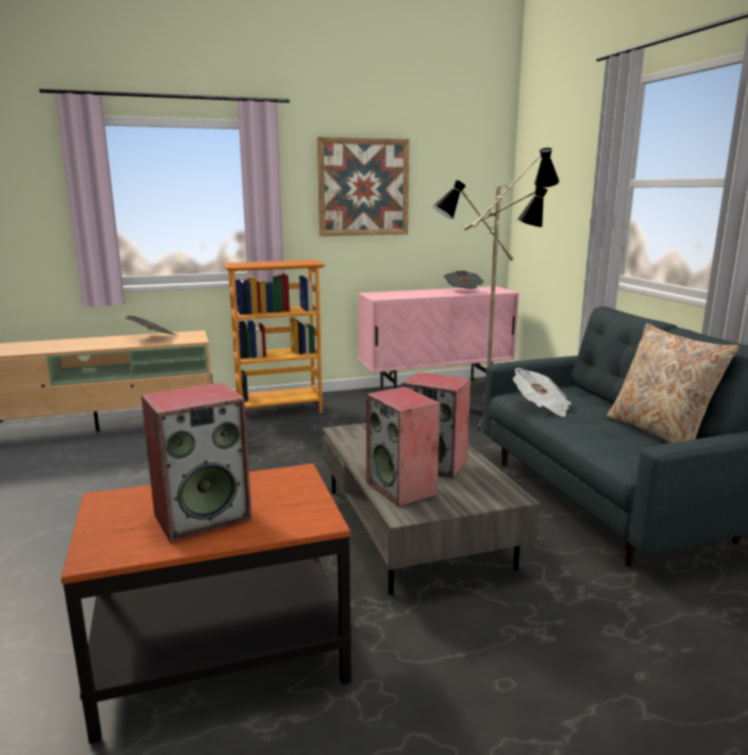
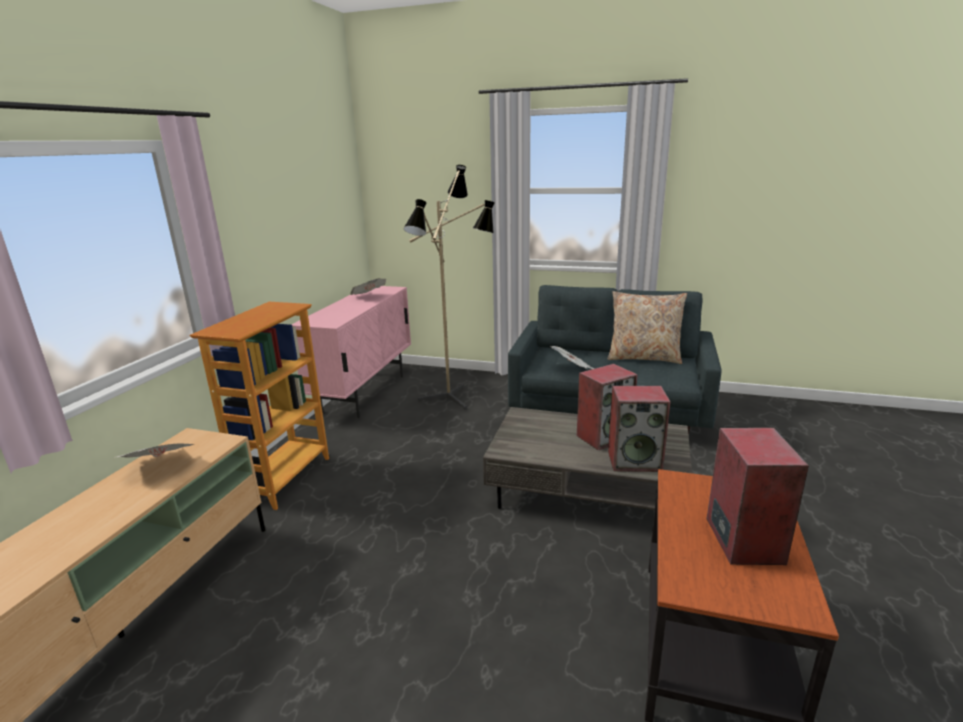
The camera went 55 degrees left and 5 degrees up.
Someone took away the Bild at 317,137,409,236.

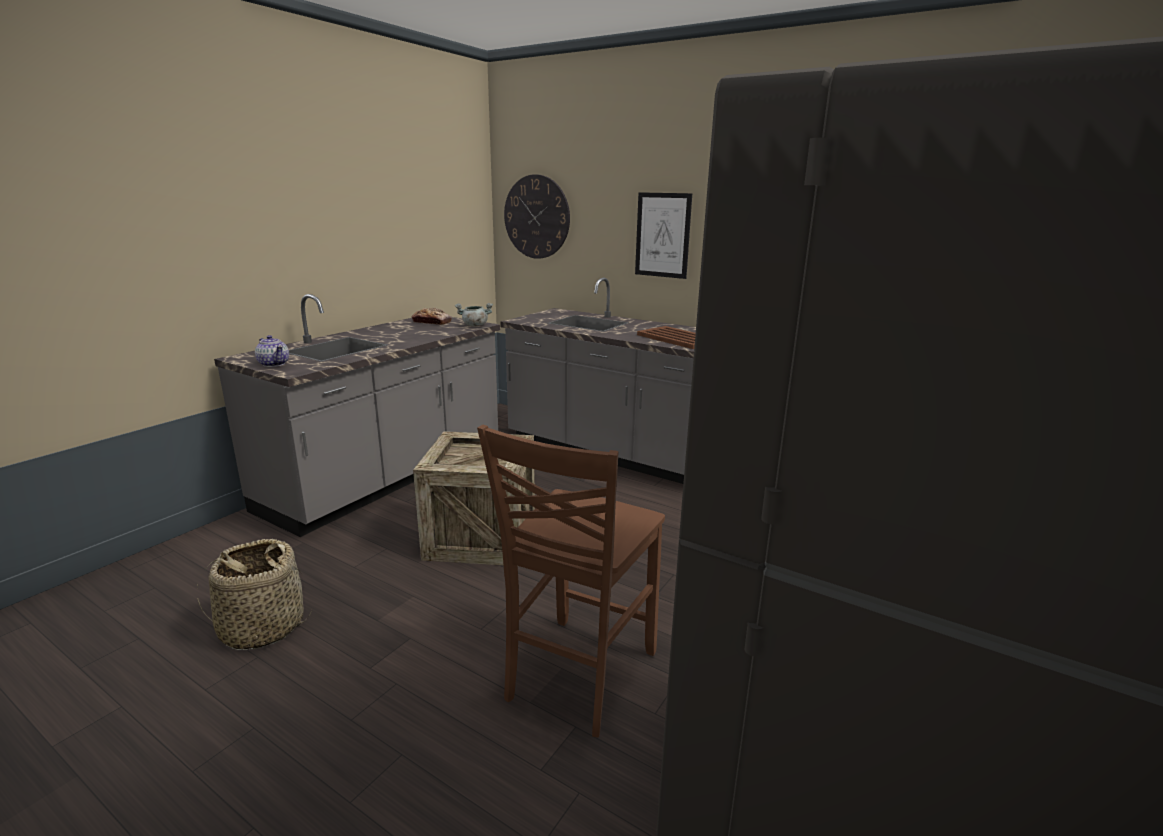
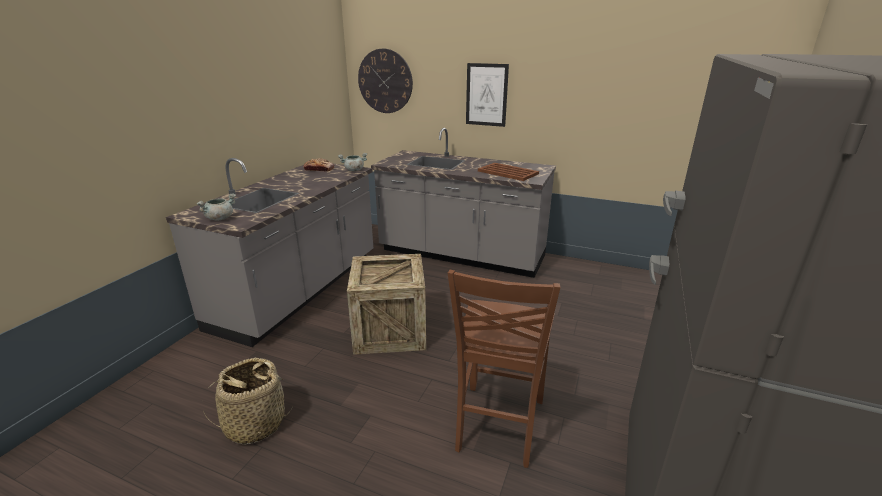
The camera went 10 degrees left and 5 degrees up.
Someone swapped the Teekanne at 255,335,289,367 for the Kochtopf [grau] at 197,194,236,220.

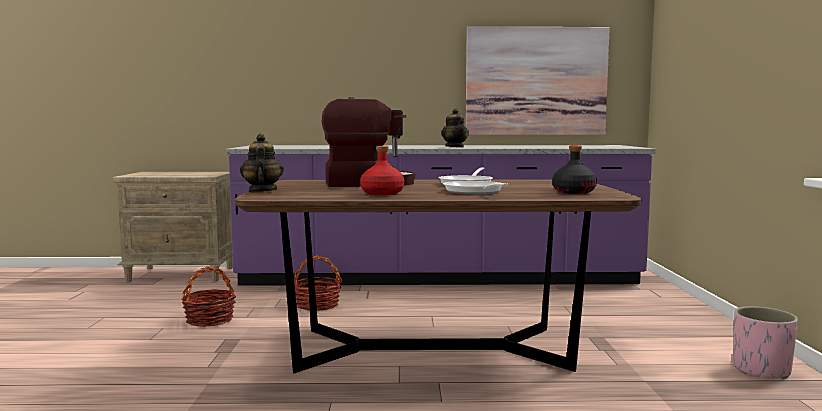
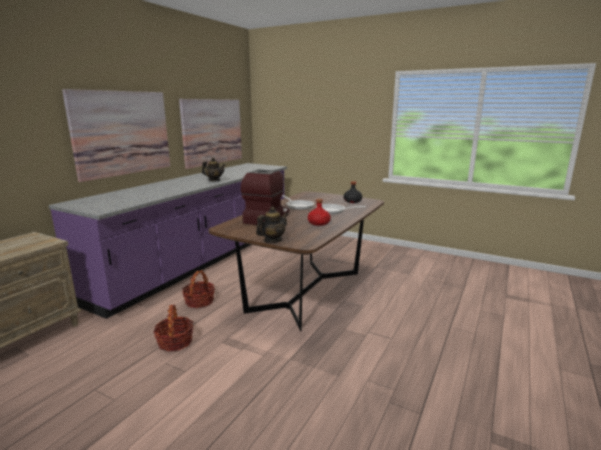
The camera went 60 degrees left and 10 degrees up.
Someone rotated the Teekanne at 240,134,284,192 by 120 degrees clockwise.
Someone took away the Pflanzkübel [rosa] at 733,306,798,379.
Someone put up the Bild at 62,89,170,182.

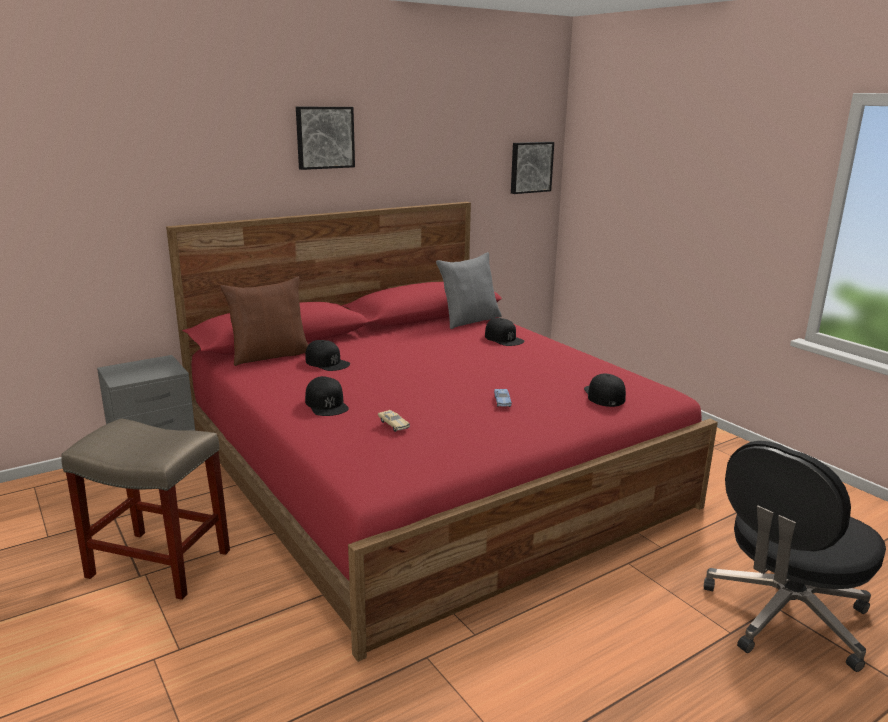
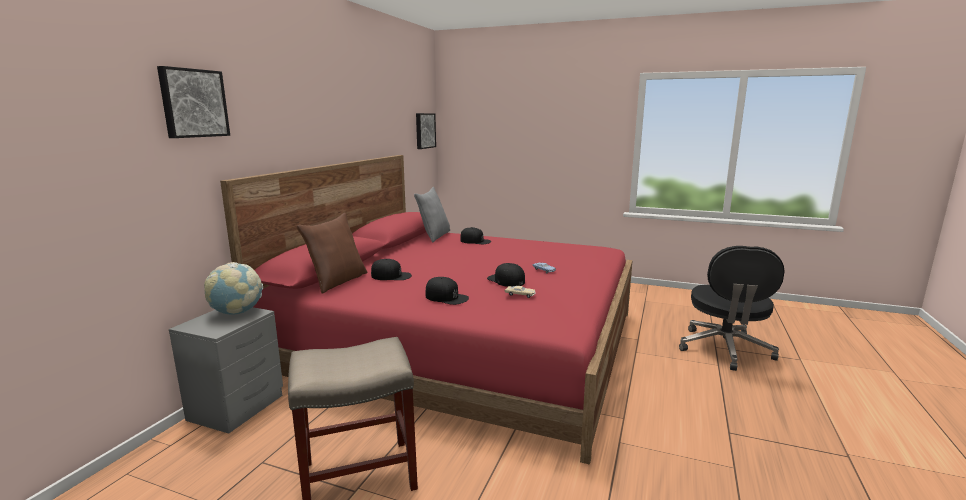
The camera went 35 degrees left and 5 degrees down.
Someone carried the Bild from 296,107,355,170 to 157,66,230,138.
Someone carried the Kappe [schwarz] from 584,374,626,407 to 487,263,525,287.
Someone put down the Globus at 204,262,263,315.

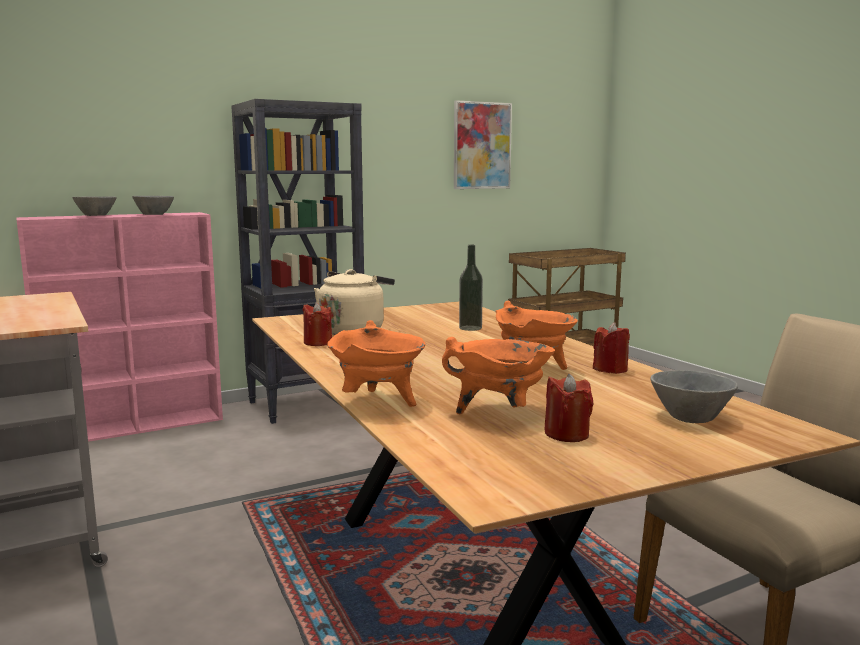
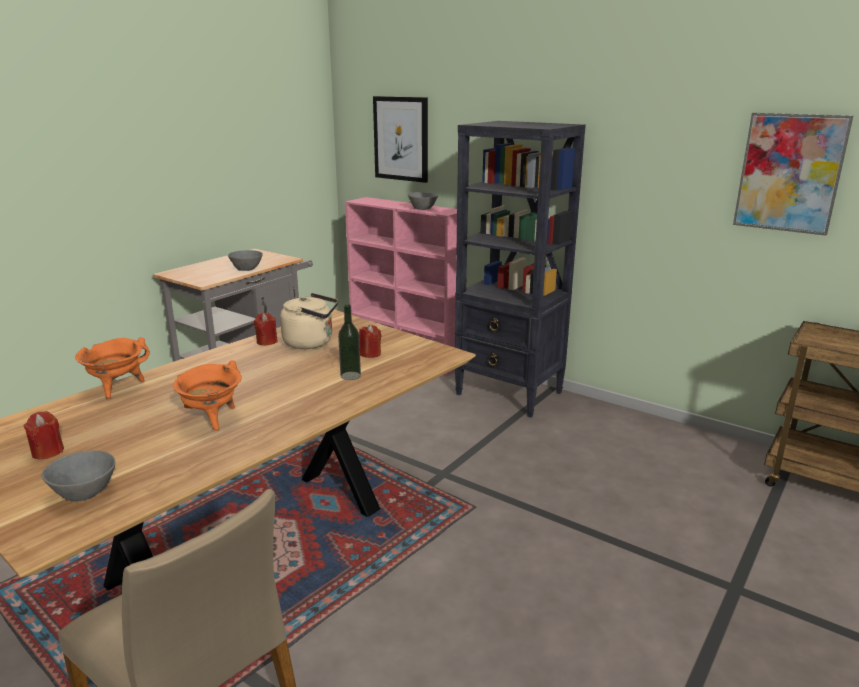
The camera went 65 degrees right and 10 degrees up.
Someone carried the Schüssel [grau] from 72,196,117,216 to 228,250,263,271.
Someone carried the Kerze [rot] from 593,323,630,374 to 359,325,382,358.
Someone took away the Kochtopf [orange] at 442,337,555,414.
Someone put up the Bild at 373,96,428,183.

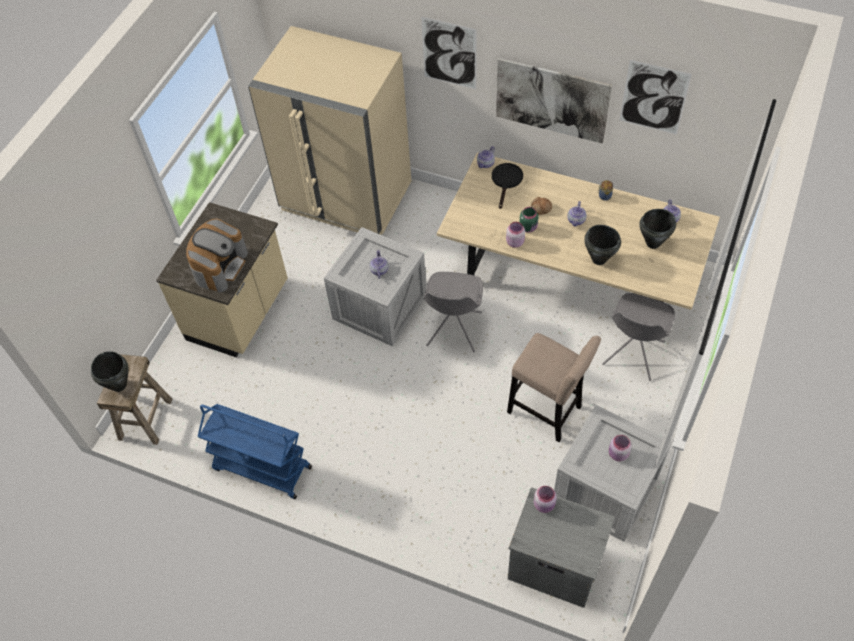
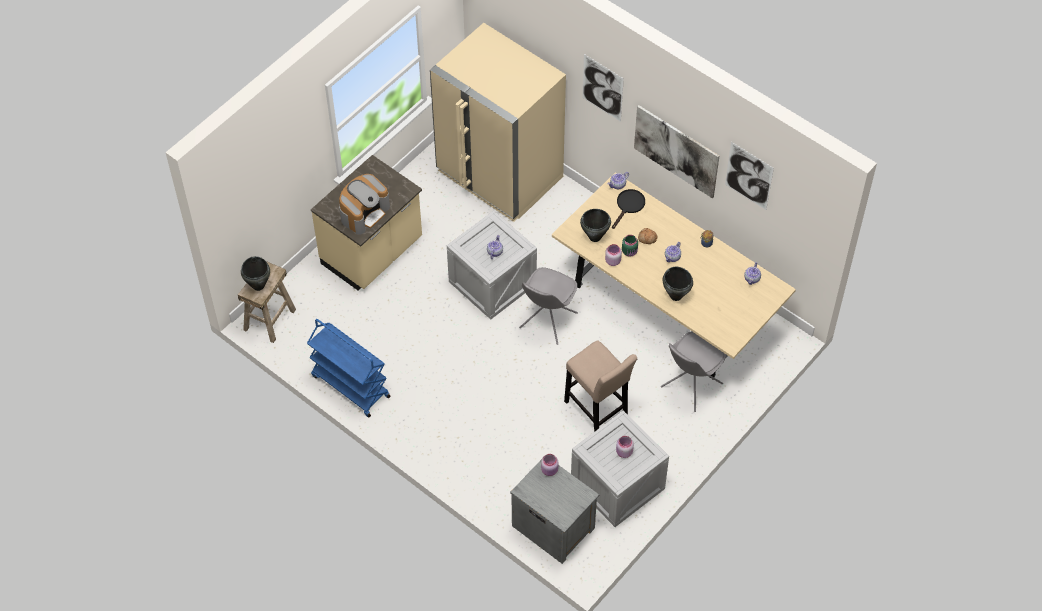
The camera went 15 degrees right and 0 degrees up.
Someone carried the Kochtopf [schwarz] from 639,209,676,249 to 580,209,611,242.

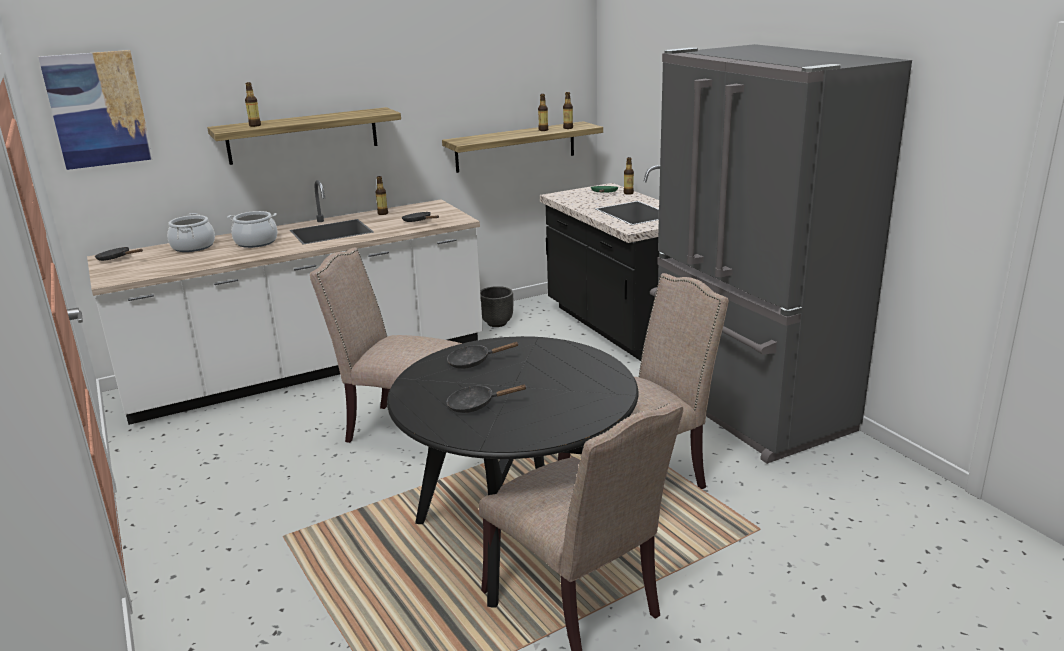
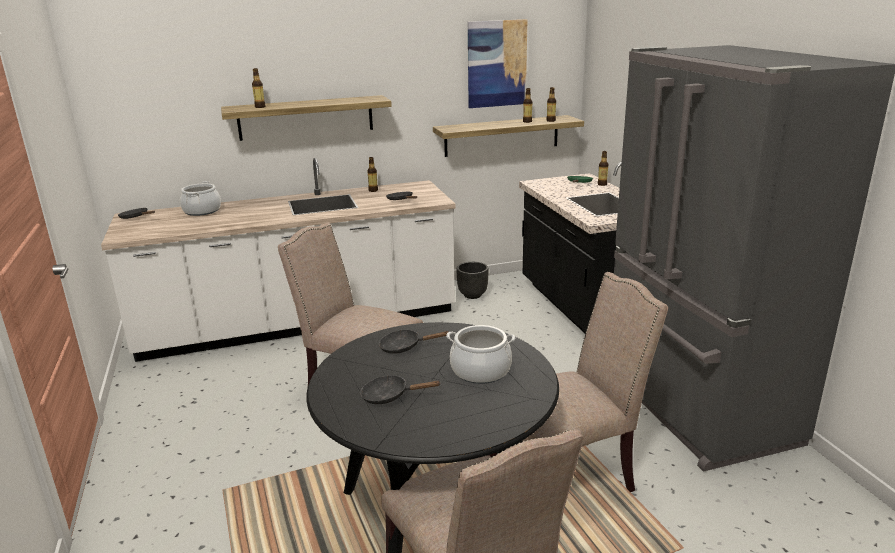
The camera went 10 degrees right and 0 degrees up.
Someone carried the Bild from 38,50,153,170 to 468,19,527,108.
Someone carried the Kochtopf from 227,211,278,248 to 446,325,515,384.

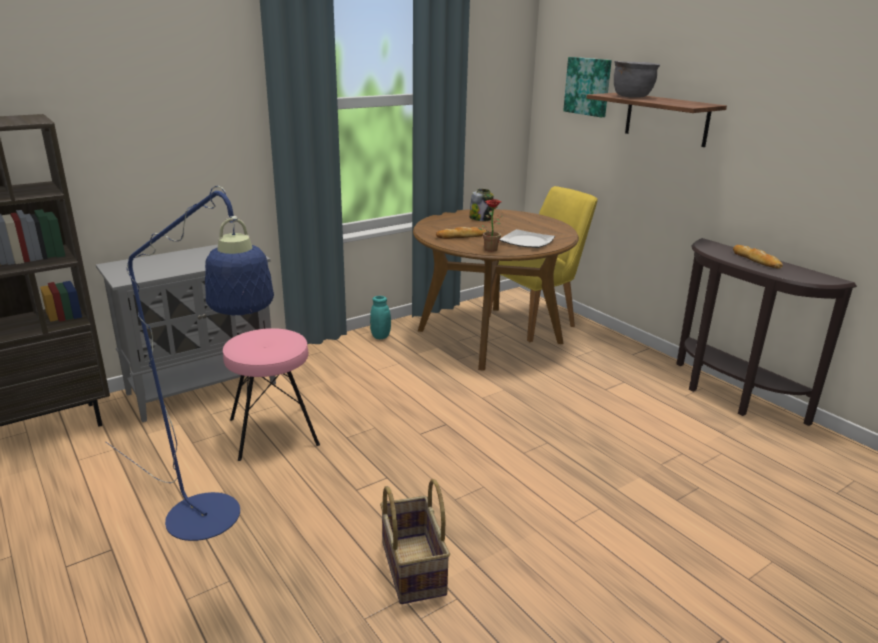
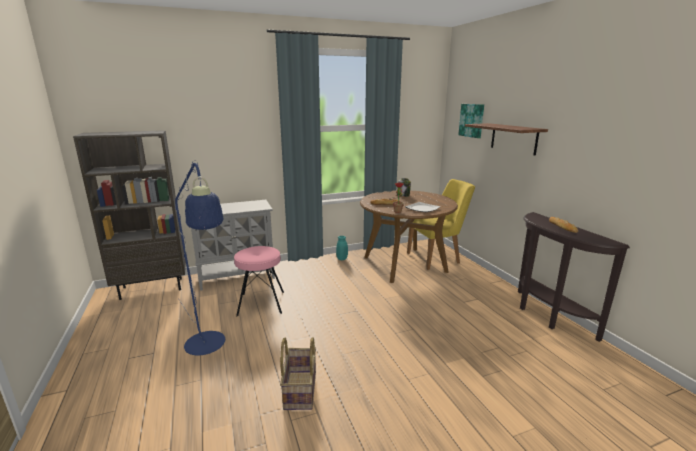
The camera went 15 degrees right and 5 degrees down.
Someone took away the Kochtopf [grau] at 614,61,660,98.

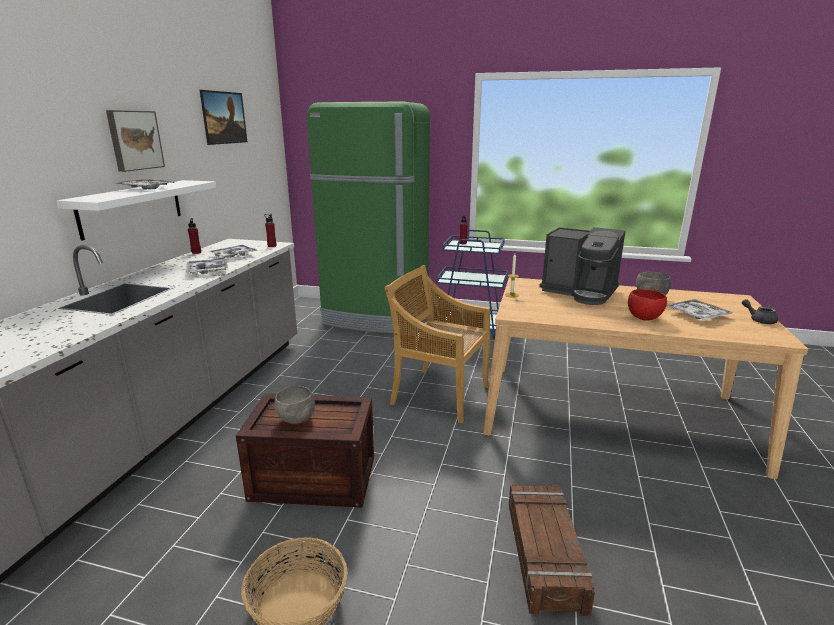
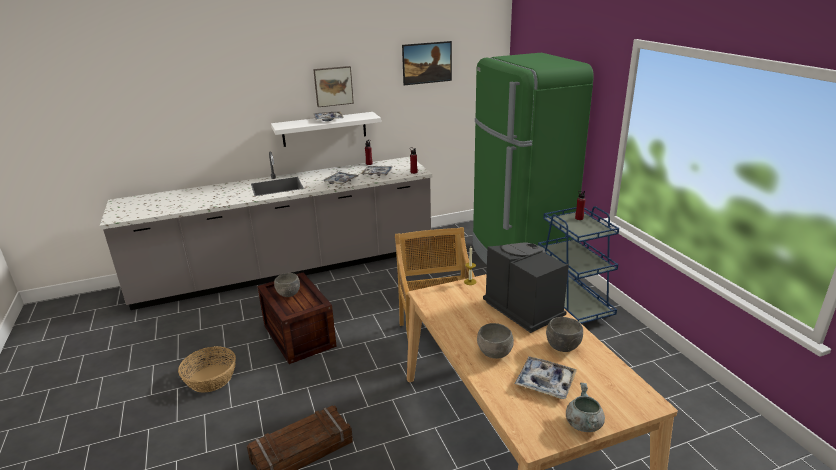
The camera went 55 degrees right and 5 degrees up.
Someone rotated the Kaffeemaschine at 539,227,625,305 by 150 degrees clockwise.
Someone repainted the Schüssel [rot] at 628,289,667,320, which became the Schüssel [grau] at 477,323,514,359.
Someone swapped the Teekanne [grau] at 742,299,778,324 for the Kochtopf [grau] at 566,383,605,432.

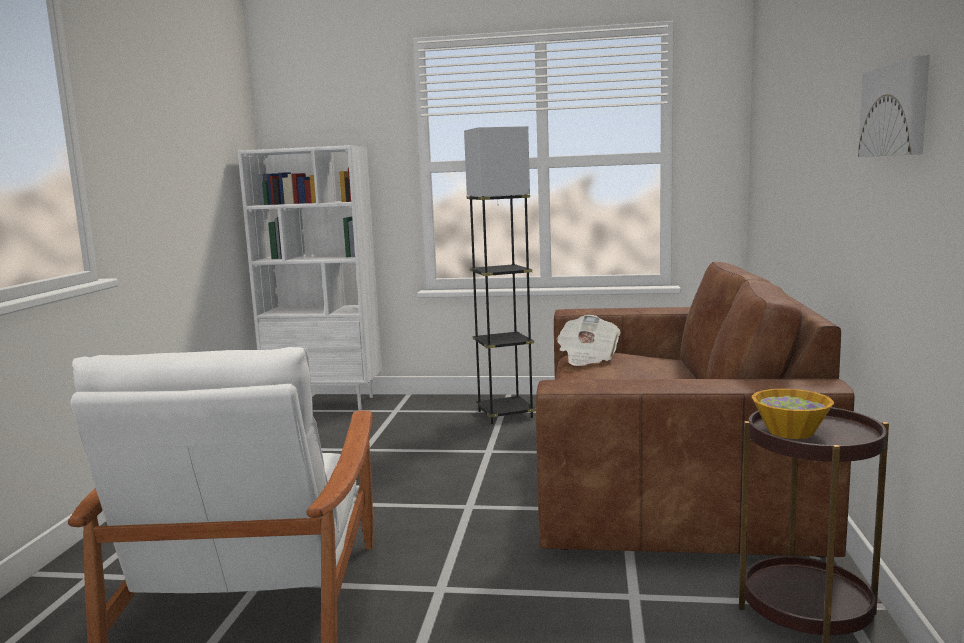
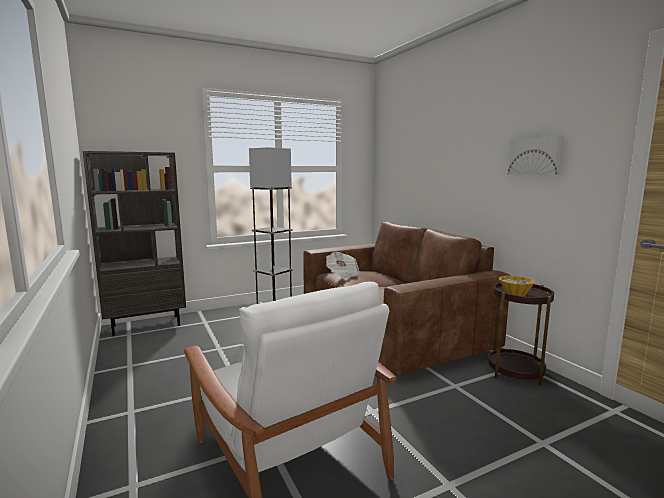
The camera went 35 degrees left and 0 degrees up.
Someone repainted the Bücherregal [weiß] at 238,145,382,410, which became the Bücherregal [braun] at 83,151,186,336.

